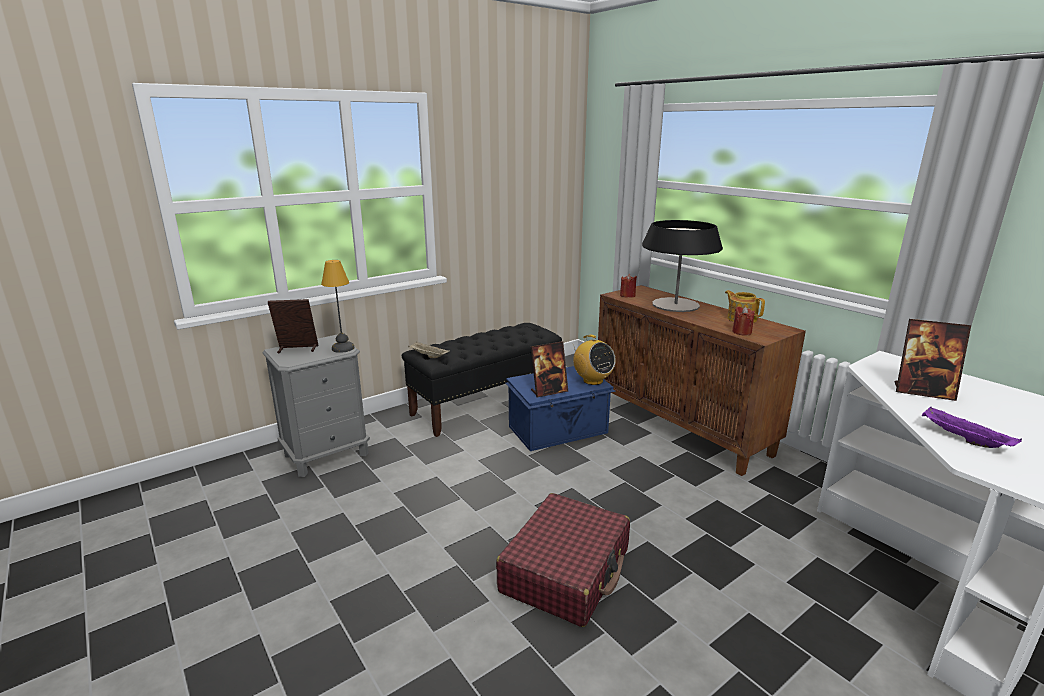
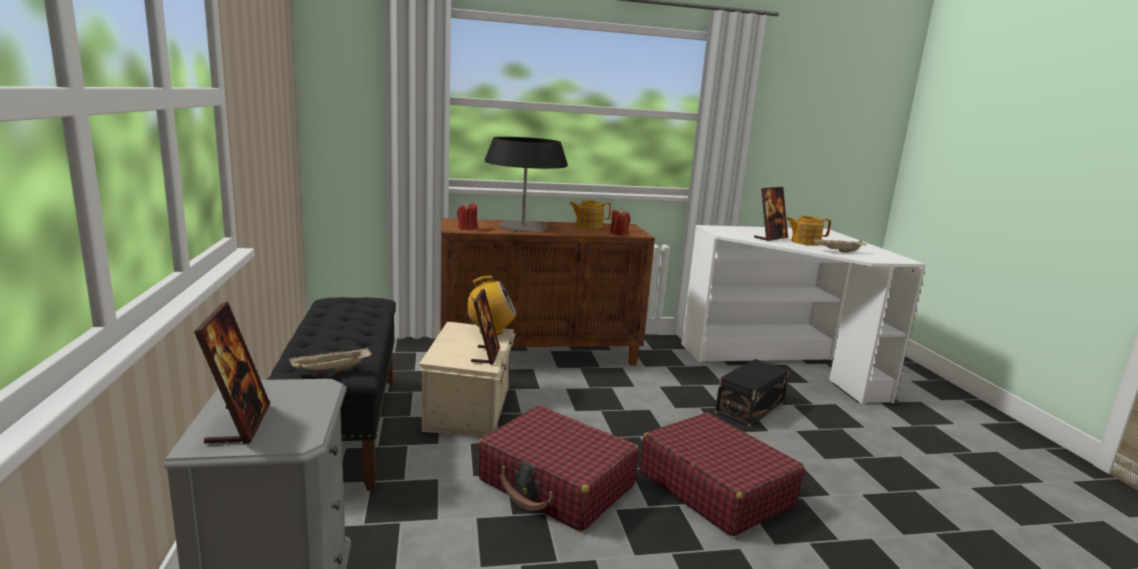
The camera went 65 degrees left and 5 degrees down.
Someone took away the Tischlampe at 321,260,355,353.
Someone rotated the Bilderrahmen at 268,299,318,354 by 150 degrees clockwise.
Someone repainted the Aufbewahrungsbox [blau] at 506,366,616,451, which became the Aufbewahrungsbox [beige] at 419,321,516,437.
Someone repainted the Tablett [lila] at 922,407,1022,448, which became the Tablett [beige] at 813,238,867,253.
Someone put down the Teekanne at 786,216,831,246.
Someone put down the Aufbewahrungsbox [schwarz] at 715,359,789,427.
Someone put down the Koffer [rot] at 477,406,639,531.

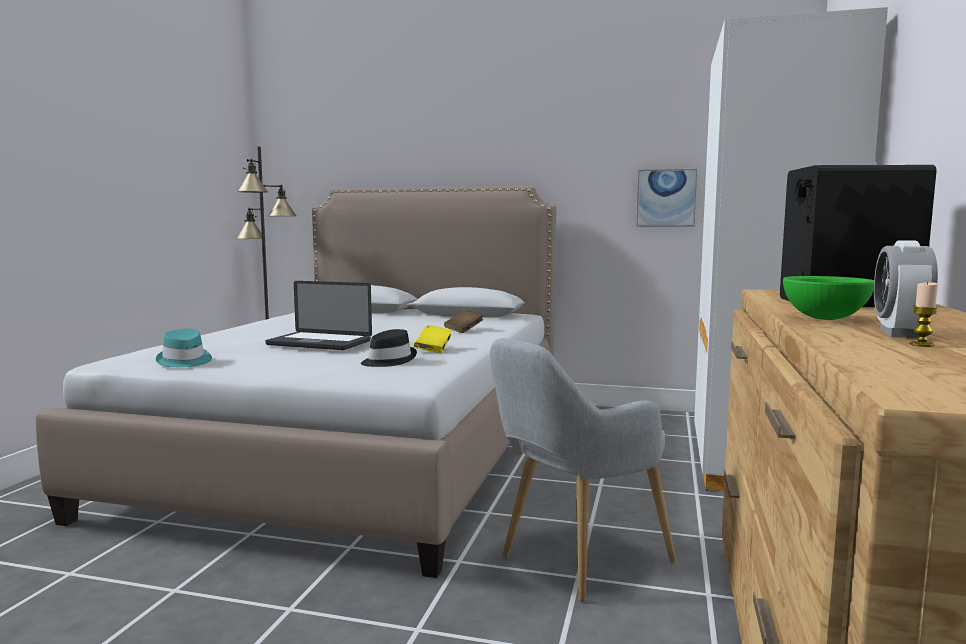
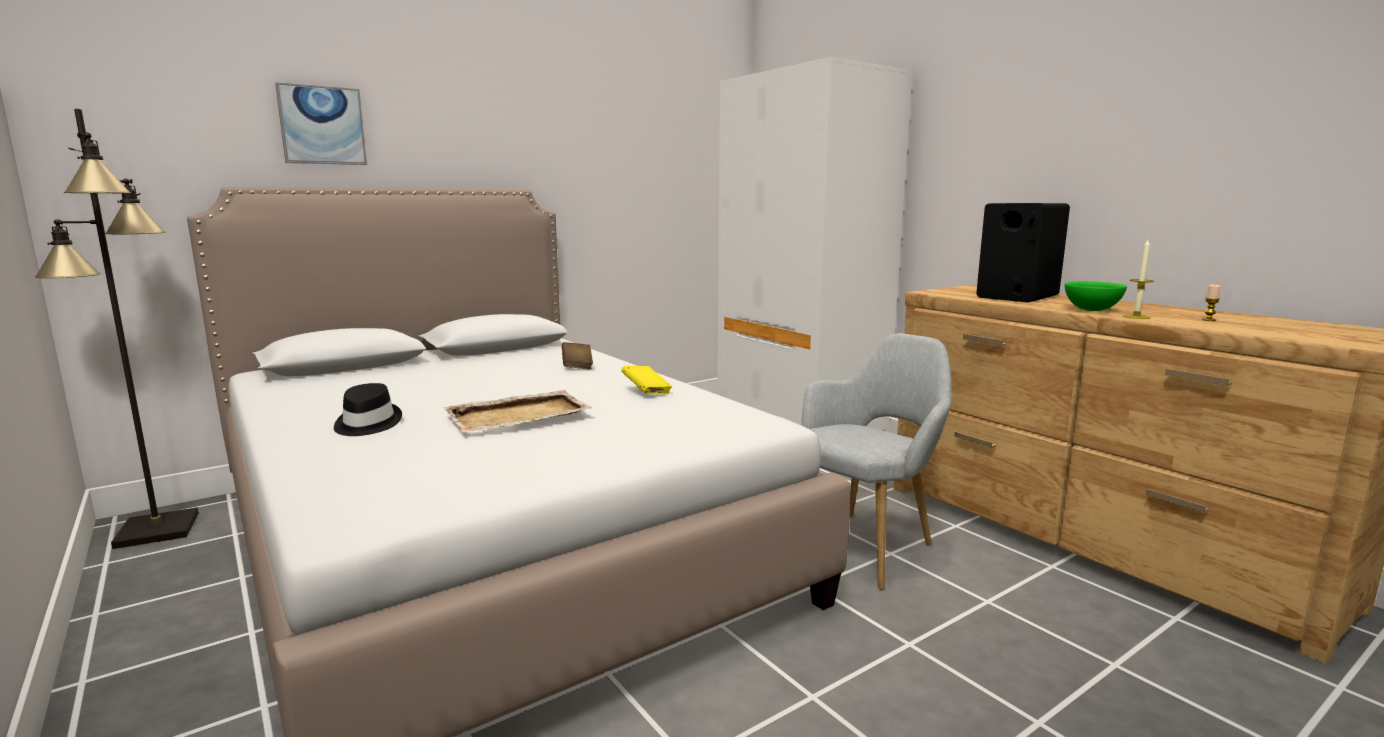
The camera went 50 degrees left and 5 degrees up.
Someone carried the Bild from 636,169,697,227 to 275,82,367,165.
Someone took away the Wecker at 874,240,938,338.
Someone swapped the Laptop at 265,281,372,350 for the Tablett [beige] at 443,390,592,432.
Someone took away the Hut [türkis] at 156,329,212,367.
Someone carried the Hut [schwarz] from 361,329,417,367 to 334,383,402,436.
Someone rotated the Sessel [grau] at 490,338,676,602 by 135 degrees counterclockwise.
Someone put down the Kerze at 1123,240,1154,319.

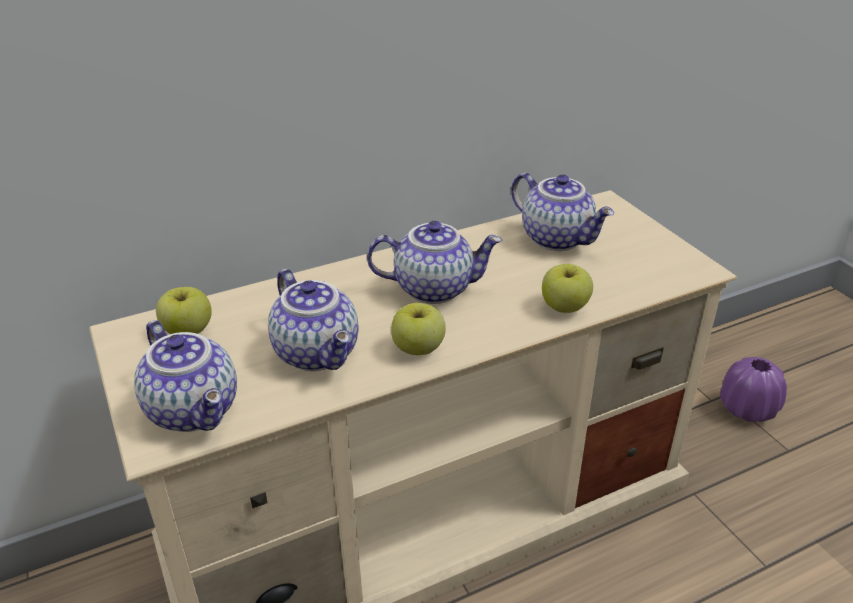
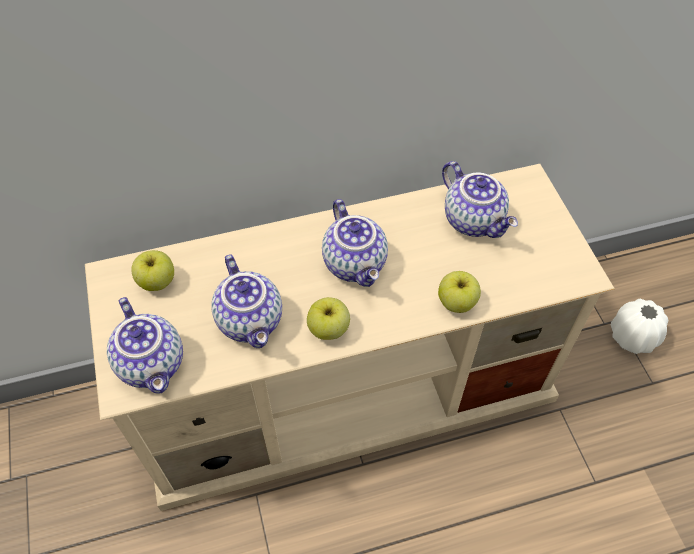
The camera went 10 degrees right and 20 degrees up.
Someone rotated the Teekanne at 367,221,502,304 by 60 degrees clockwise.
Someone repainted the Vase [lila] at 720,357,787,422, which became the Vase [weiß] at 611,299,668,354.

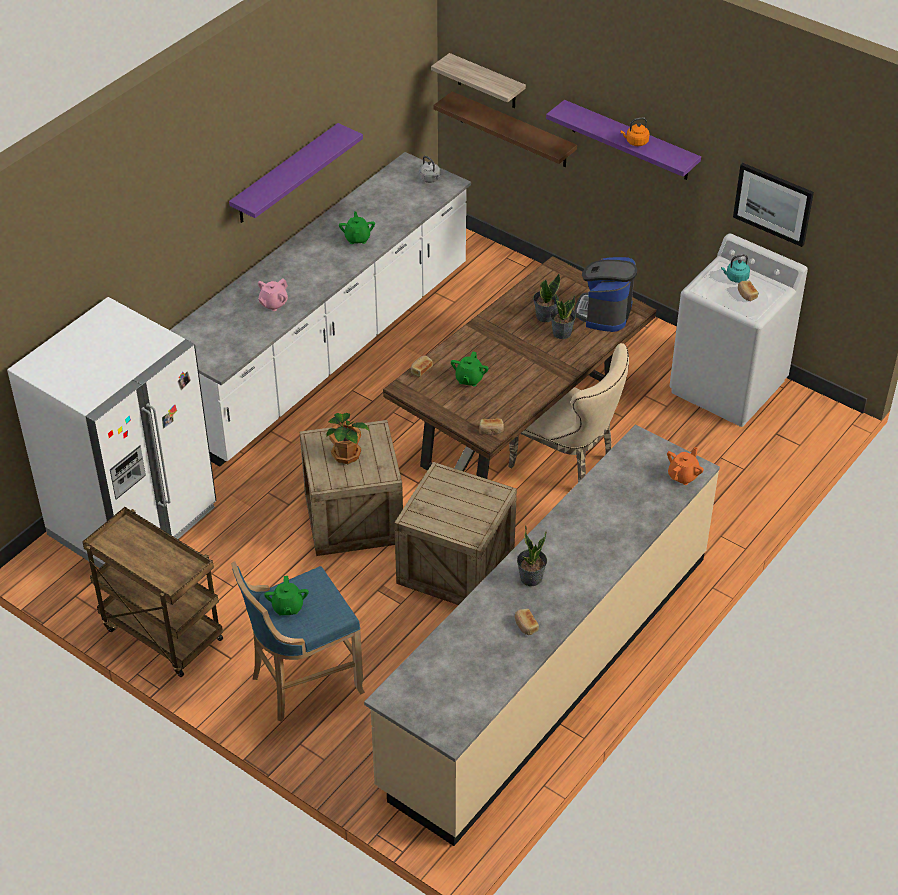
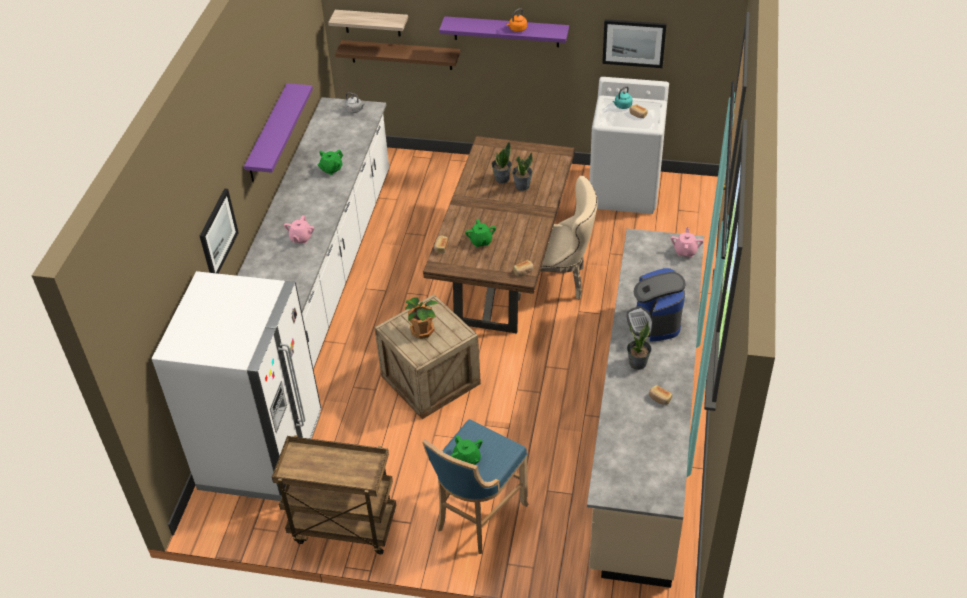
The camera went 25 degrees left and 0 degrees up.
Someone rotated the Teekanne [grün] at 339,211,375,244 by 105 degrees counterclockwise.
Someone carried the Kaffeemaschine from 575,257,637,332 to 627,268,686,342.
Someone repainted the Teekanne [orange] at 667,447,704,485, which became the Teekanne [rosa] at 671,227,703,257.
Someone took away the Kiste at 394,462,517,605.
Someone put up the Bild at 200,189,239,274.

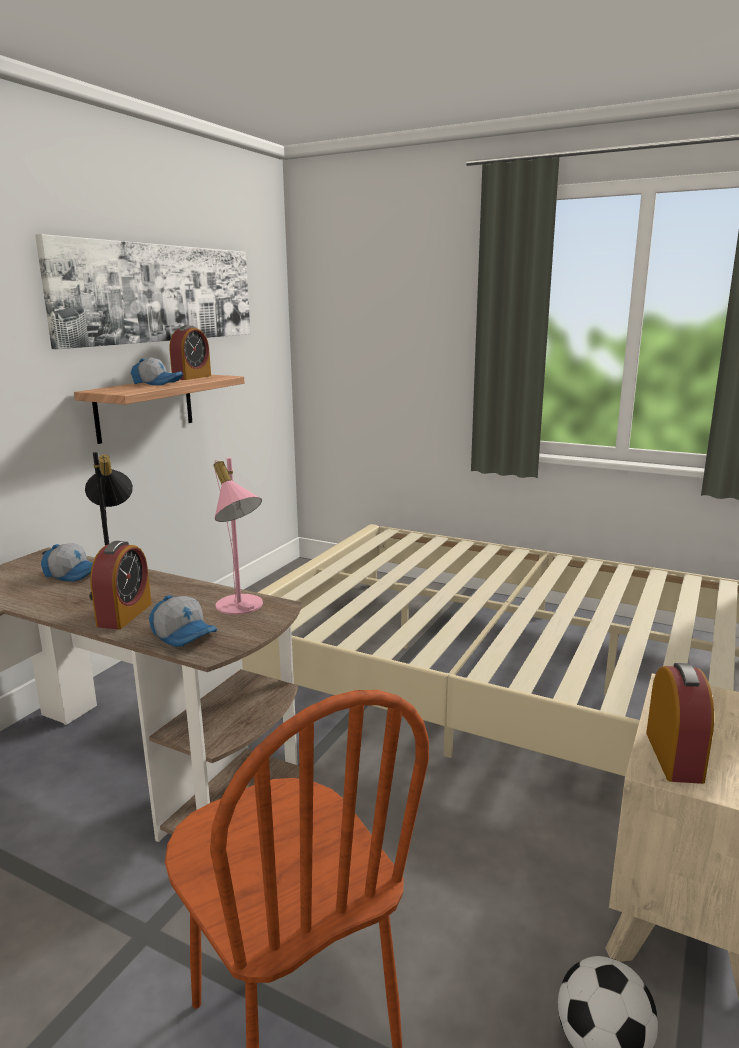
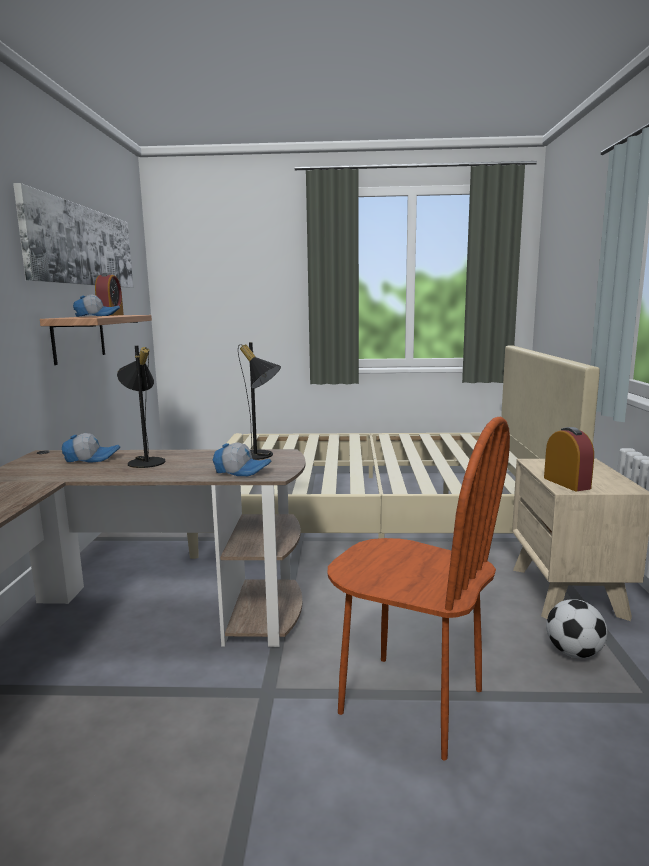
The camera went 25 degrees left and 5 degrees down.
Someone repainted the Tischlampe [rosa] at 213,458,263,615, which became the Tischlampe [schwarz] at 238,342,281,460.
Someone took away the Wecker at 90,541,152,629.

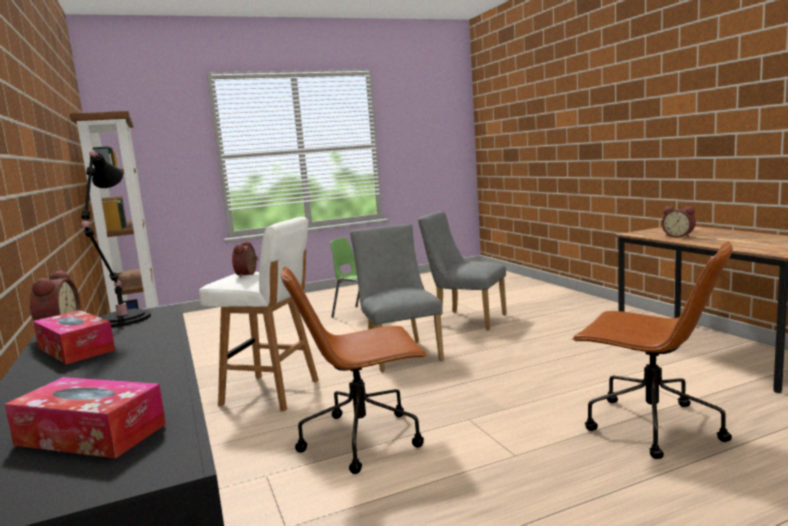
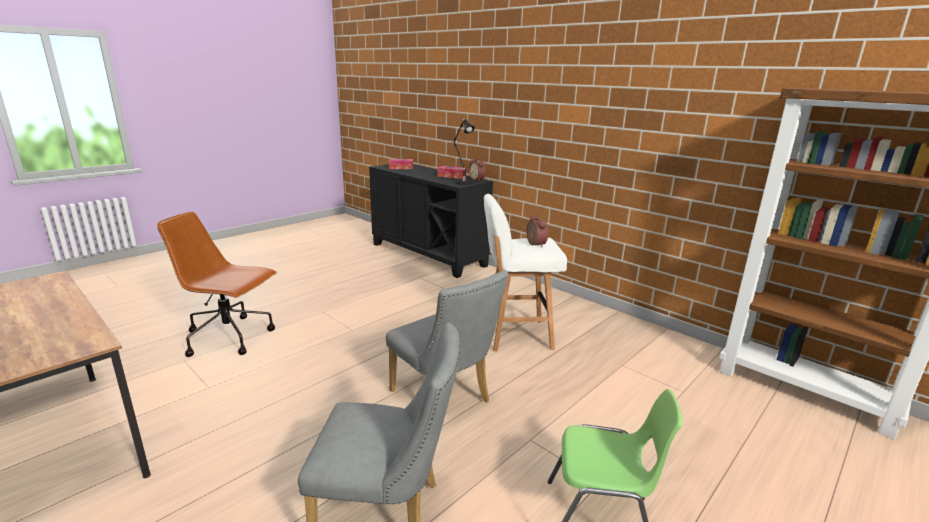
The camera went 155 degrees right and 10 degrees up.
Someone took away the Wecker at 662,206,696,238.
Someone took away the Bürostuhl [braun] at 281,266,427,474.

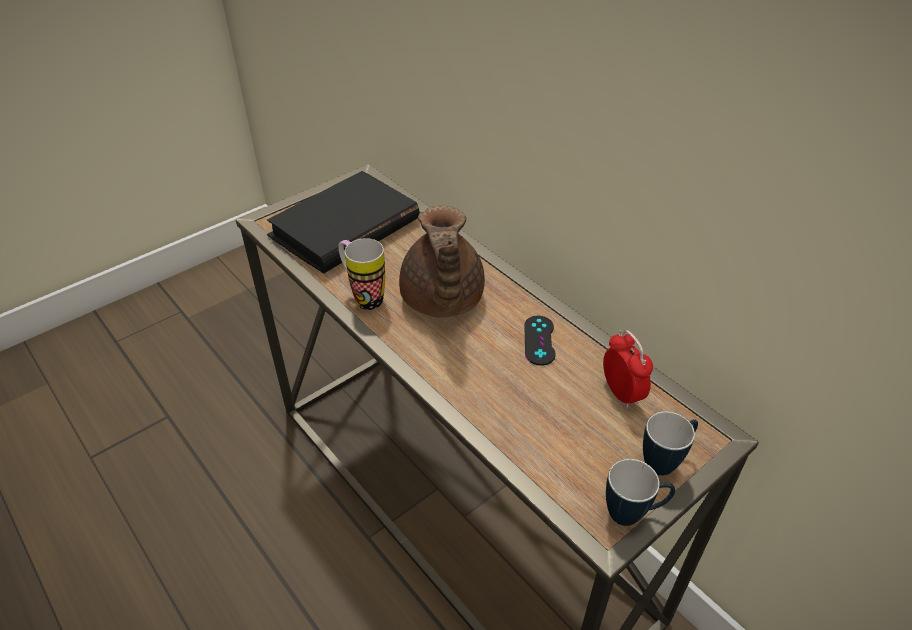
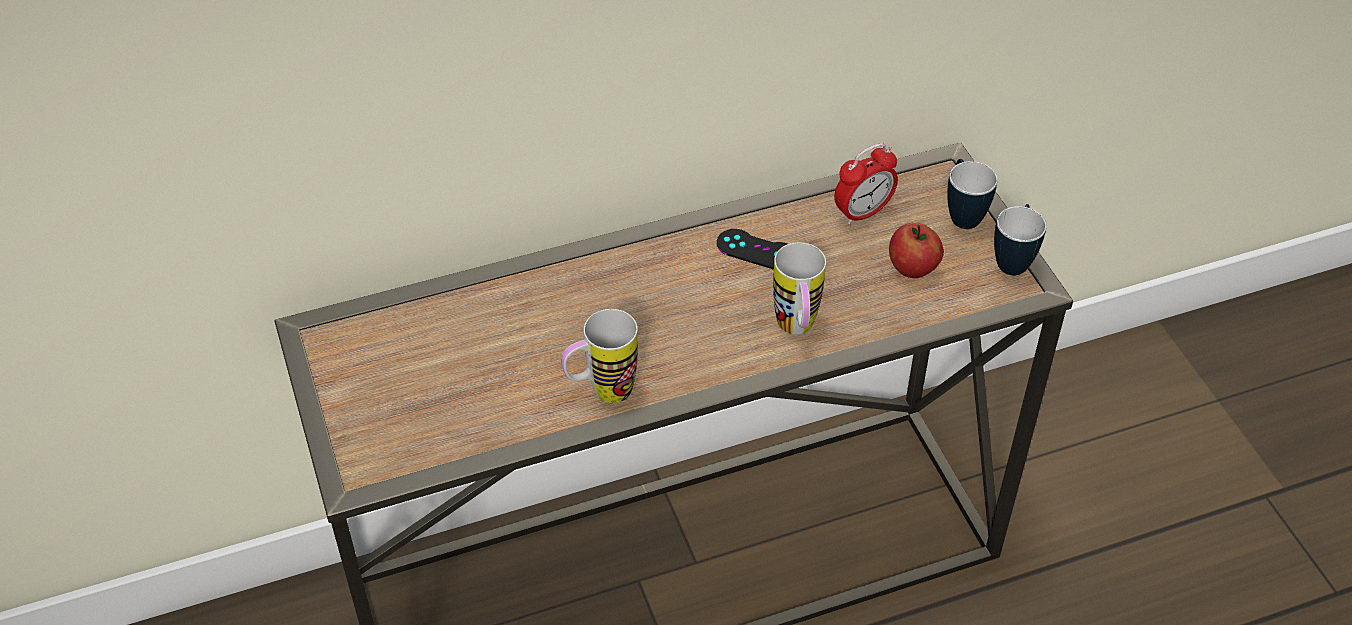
The camera went 70 degrees left and 5 degrees up.
Someone took away the Buch [schwarz] at 267,171,419,274.
Someone took away the Teekanne [braun] at 399,206,485,318.
Someone rotated the Wecker at 603,330,653,409 by 150 degrees clockwise.
Someone put down the Apfel at 889,223,944,278.
Someone put down the Henkelbecher at 773,242,826,335.

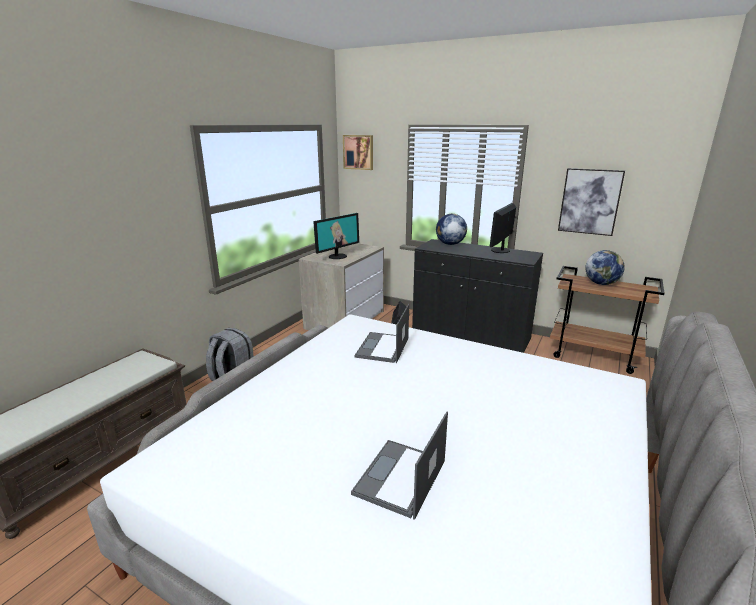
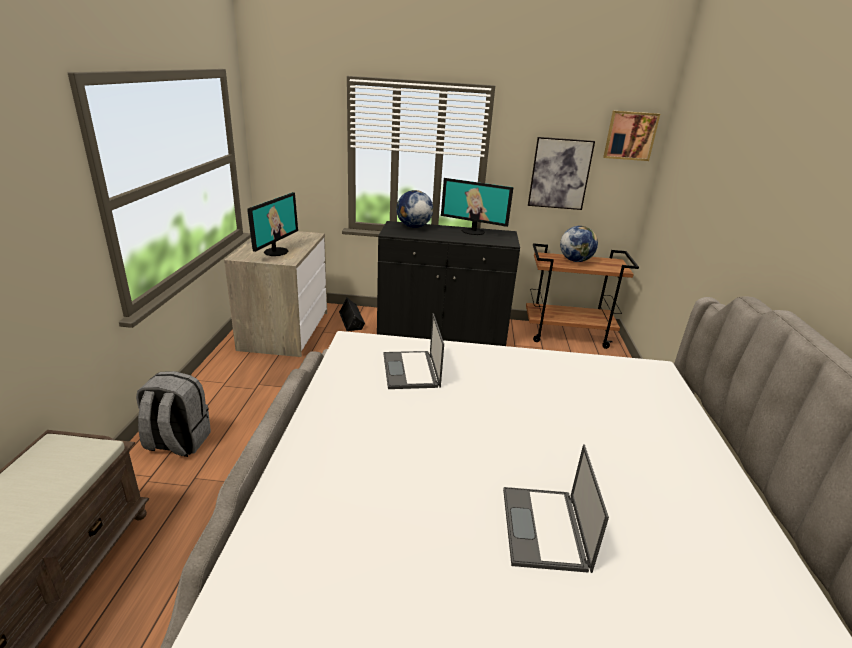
The camera went 25 degrees left and 5 degrees up.
Someone carried the Bild from 343,135,373,170 to 603,111,660,161.
Someone rotated the Monitor at 490,203,516,253 by 75 degrees counterclockwise.

